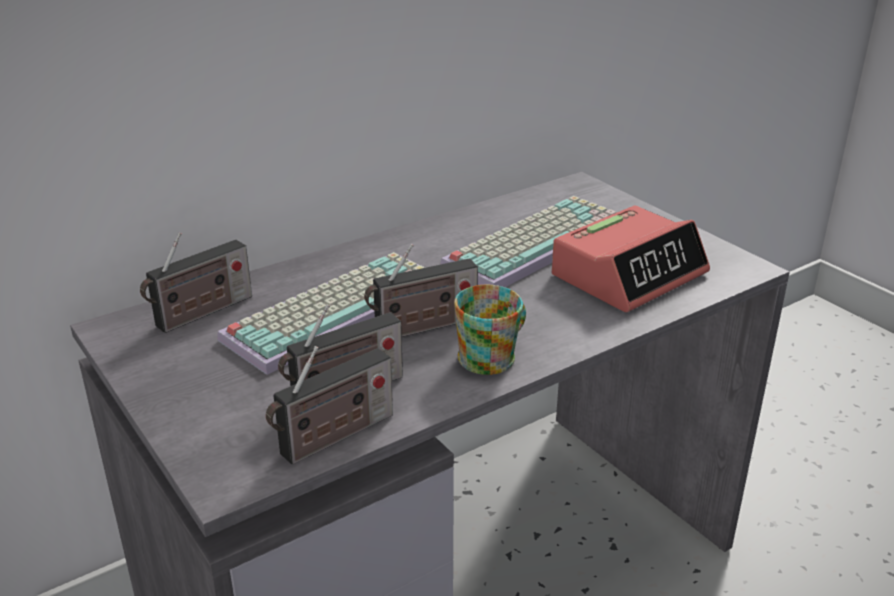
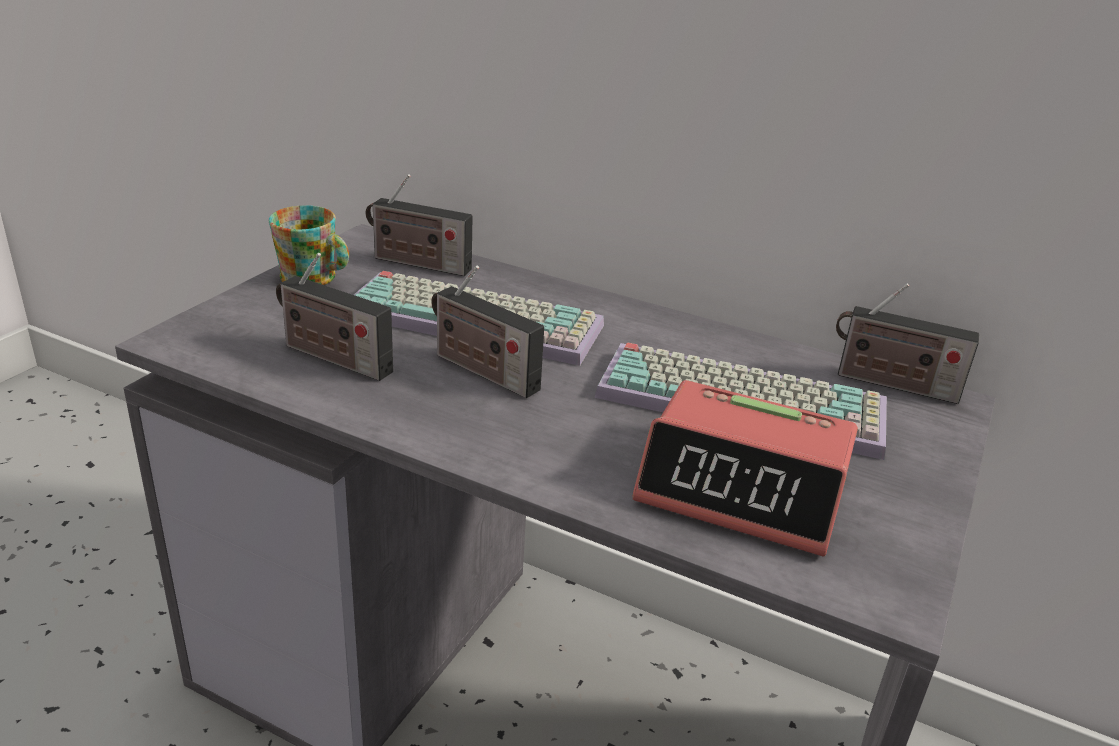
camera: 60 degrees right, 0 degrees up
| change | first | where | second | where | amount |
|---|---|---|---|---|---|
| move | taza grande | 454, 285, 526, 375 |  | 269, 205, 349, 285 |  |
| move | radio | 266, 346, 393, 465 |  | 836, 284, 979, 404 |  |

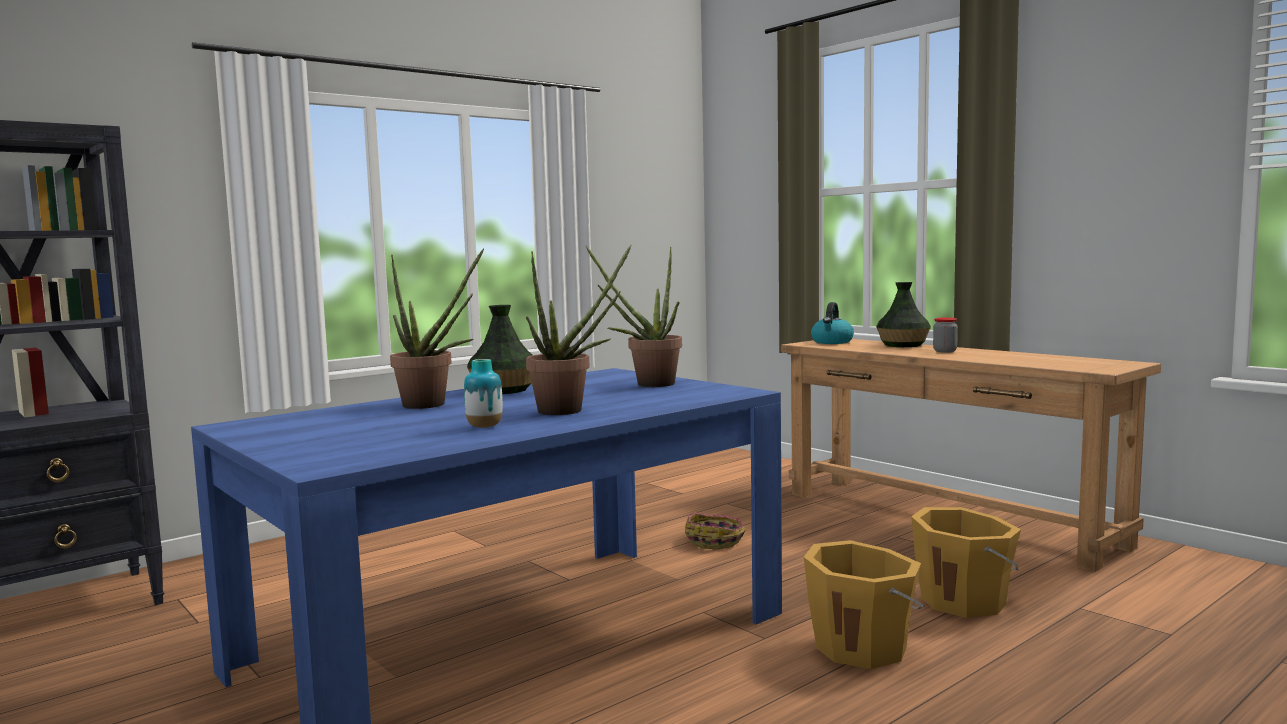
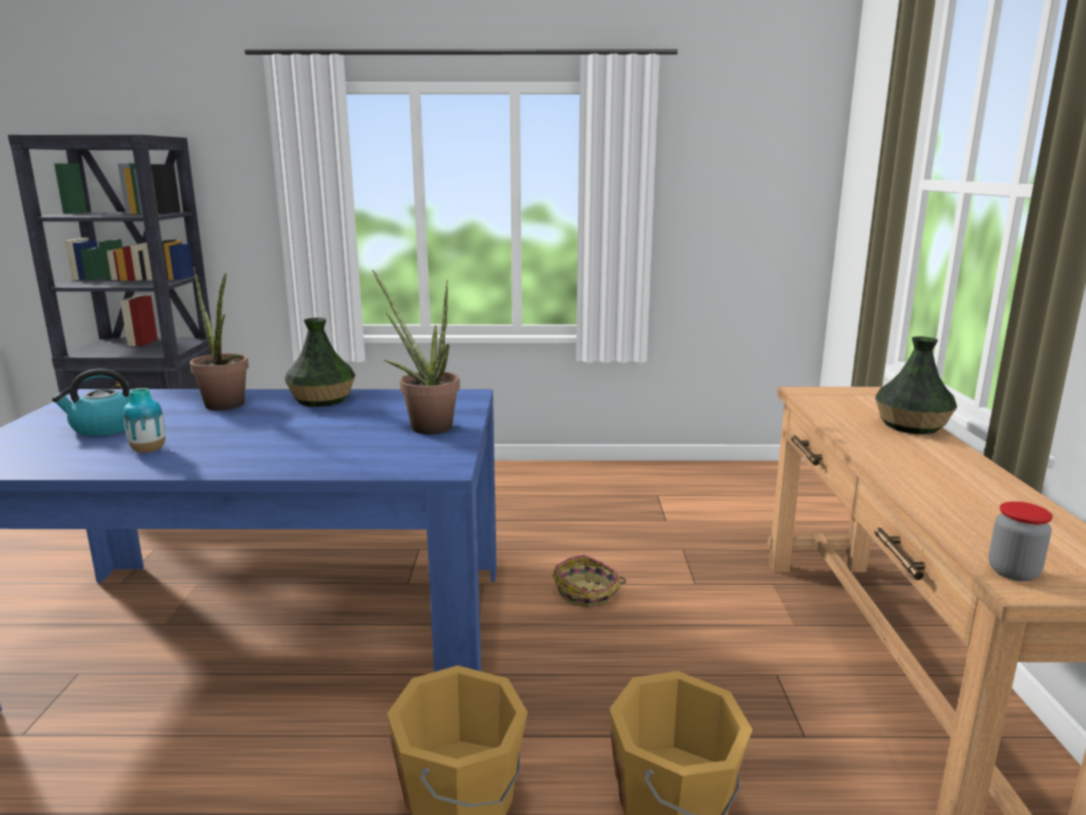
camera: 40 degrees right, 10 degrees up
| change | first | where | second | where | amount |
|---|---|---|---|---|---|
| move | hervidor | 811, 302, 854, 344 |  | 52, 368, 130, 436 |  |
| move | tarro | 933, 317, 958, 353 |  | 988, 501, 1053, 581 |  |
| delete | planta en maceta | 526, 245, 631, 415 |  |  |  |

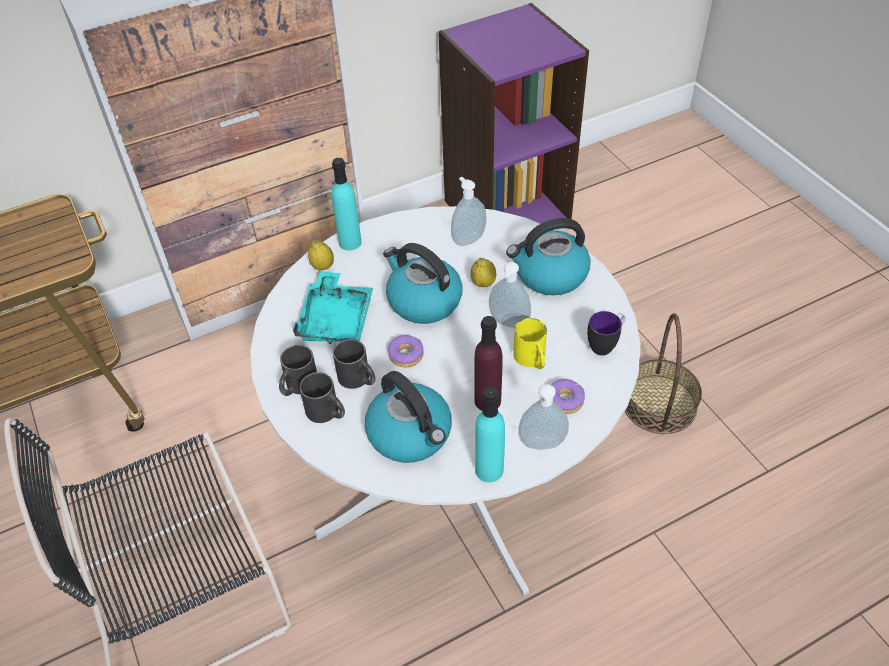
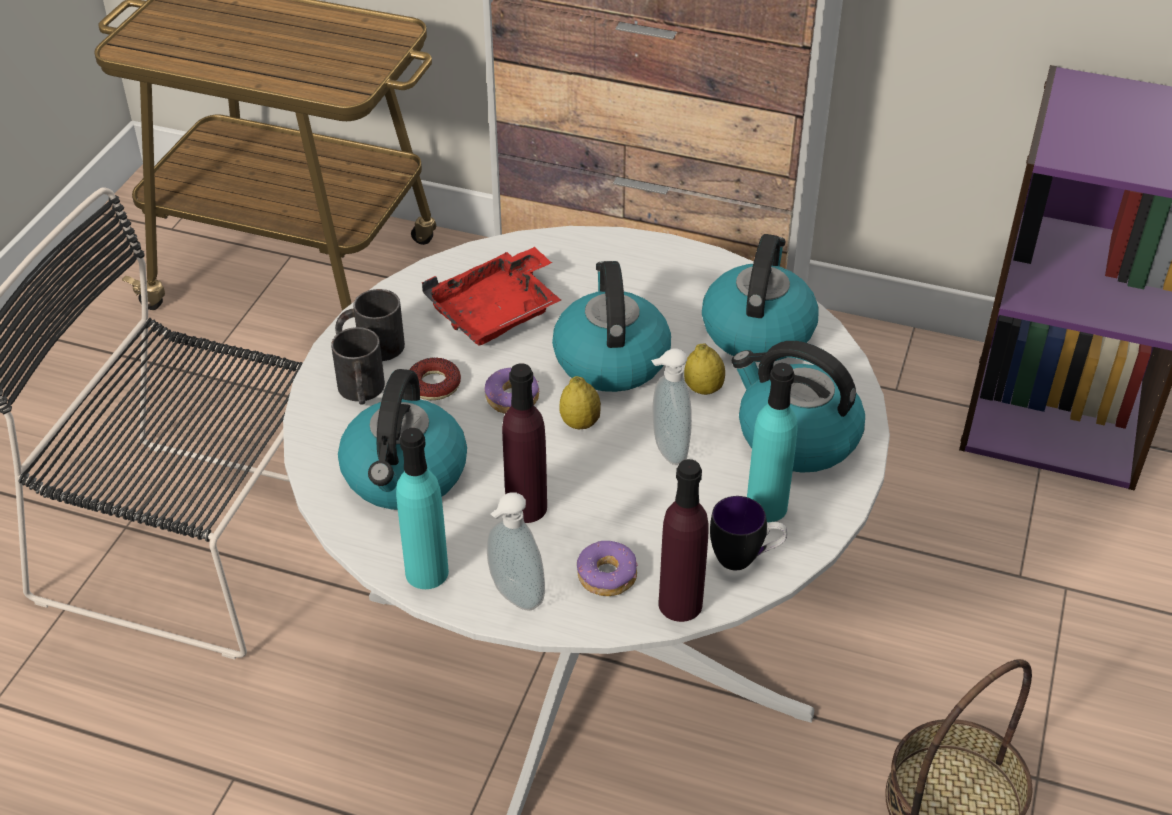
camera: 45 degrees right, 5 degrees down
| change | first | where | second | where | amount |
|---|---|---|---|---|---|
| replace | taza grande [negro] | 333, 339, 375, 389 | rosquilla | 410, 358, 461, 400 |  |
| recolor | bandeja [turquesa] | 293, 271, 373, 344 | bandeja [rojo] | 422, 247, 561, 346 |  |
| move | limón | 308, 240, 334, 270 |  | 559, 376, 601, 429 |  |
| insert |  |  | botella [morado] | 658, 459, 709, 622 |  |
| replace | dispensador de jabón | 451, 177, 486, 246 | hervidor | 702, 234, 819, 362 |  |
| move | botella [turquesa] | 332, 158, 361, 250 |  | 747, 363, 798, 522 |  |
| delete | taza grande [amarillo] | 513, 318, 547, 369 |  |  |  |

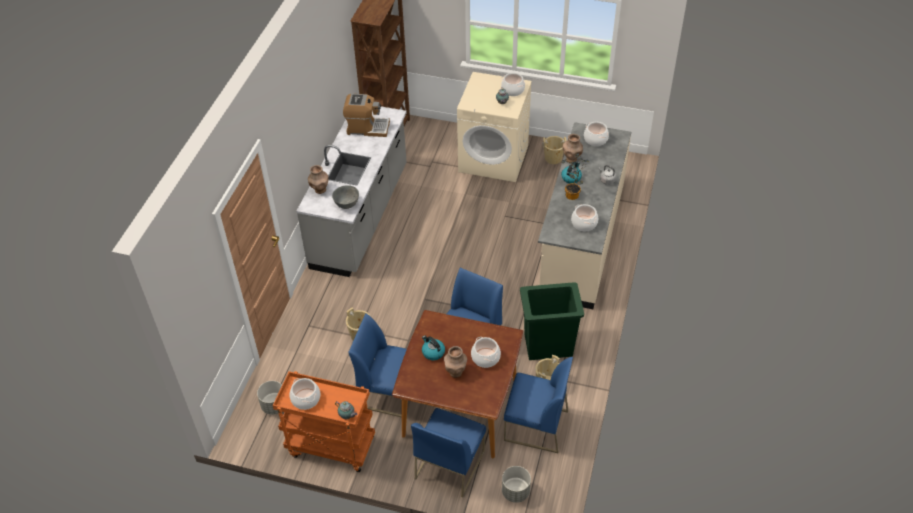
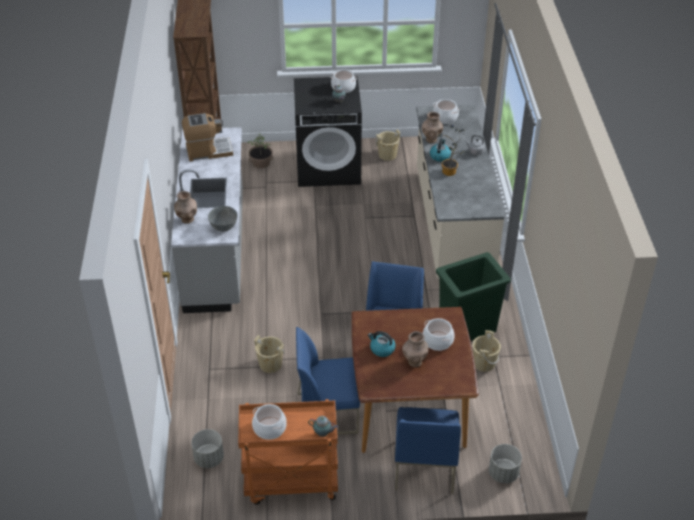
camera: 20 degrees left, 5 degrees down
| change | first | where | second | where | amount |
|---|---|---|---|---|---|
| insert |  |  | planta en maceta | 247, 134, 273, 168 |  |
| recolor | lavadora [beis] | 457, 72, 532, 182 | lavadora [negro] | 294, 76, 362, 187 |  |
| delete | silla [azul] | 504, 357, 573, 453 |  |  |  |
| delete | olla | 571, 204, 598, 231 |  |  |  |

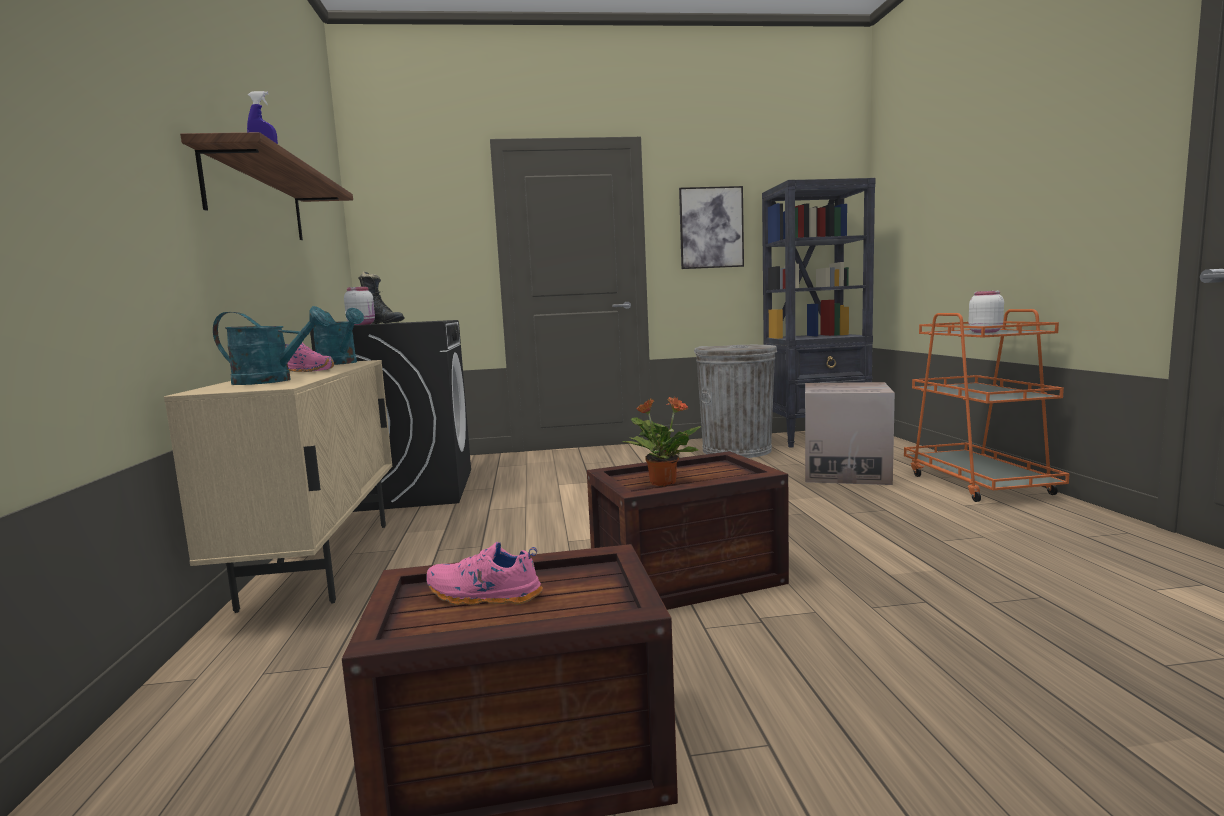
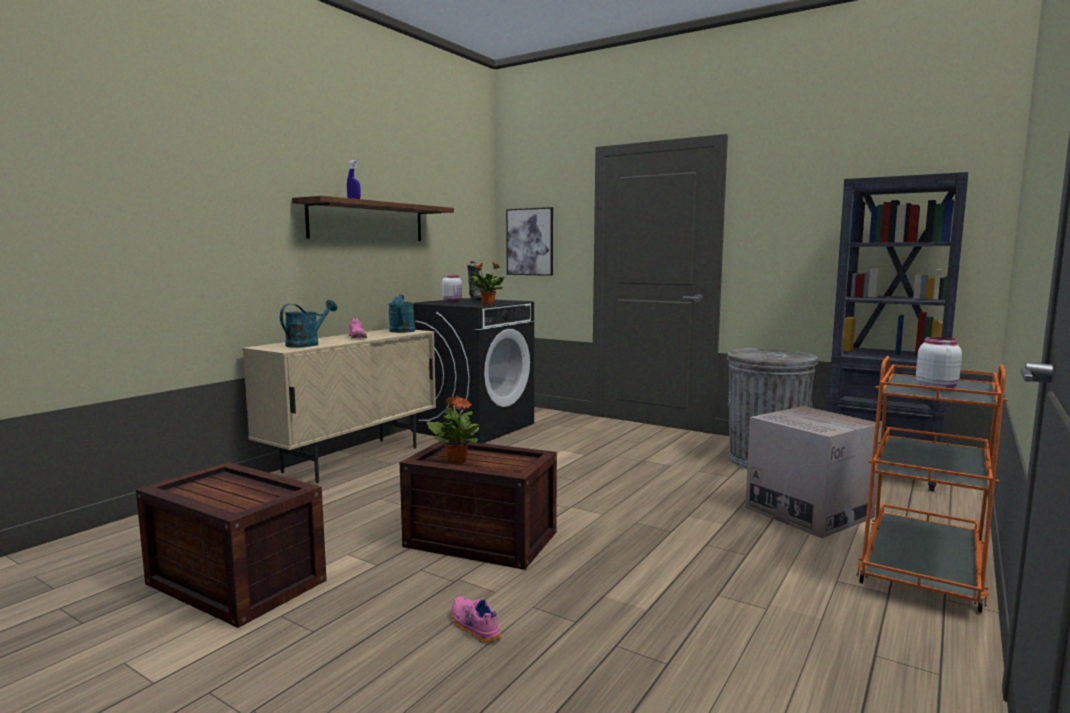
camera: 40 degrees right, 0 degrees up
| change | first | where | second | where | amount |
|---|---|---|---|---|---|
| rotate | regadera [turquesa] | 213, 306, 330, 385 |  | 280, 300, 337, 347 | 105 degrees counterclockwise |
| move | zapato [rosa] | 427, 542, 543, 605 |  | 451, 596, 501, 643 |  |
| insert |  |  | planta en maceta | 471, 262, 505, 305 |  |
| move | cuadro | 679, 186, 744, 269 |  | 506, 207, 553, 276 |  |

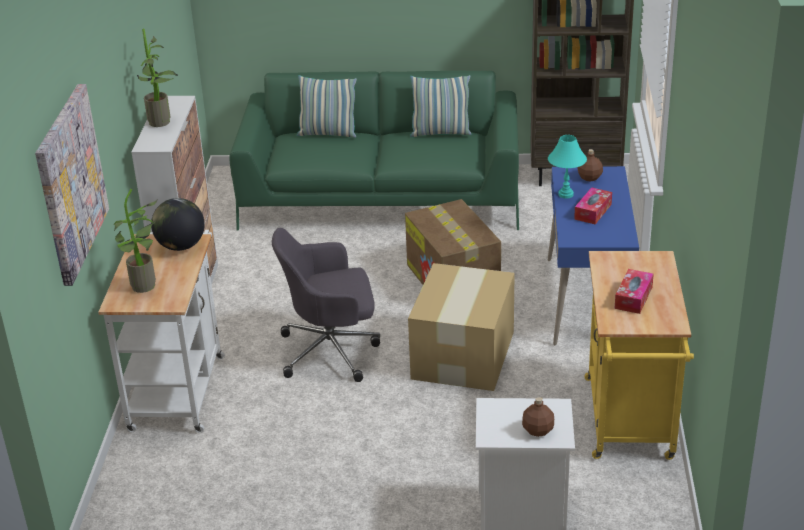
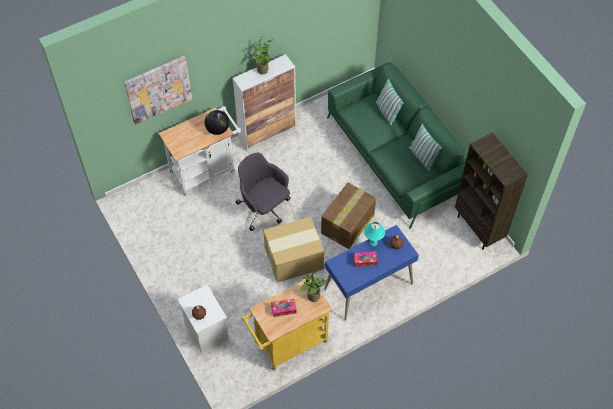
camera: 55 degrees right, 25 degrees up
| change | first | where | second | where | amount |
|---|---|---|---|---|---|
| move | planta en maceta | 113, 189, 158, 293 |  | 300, 271, 329, 302 |  |

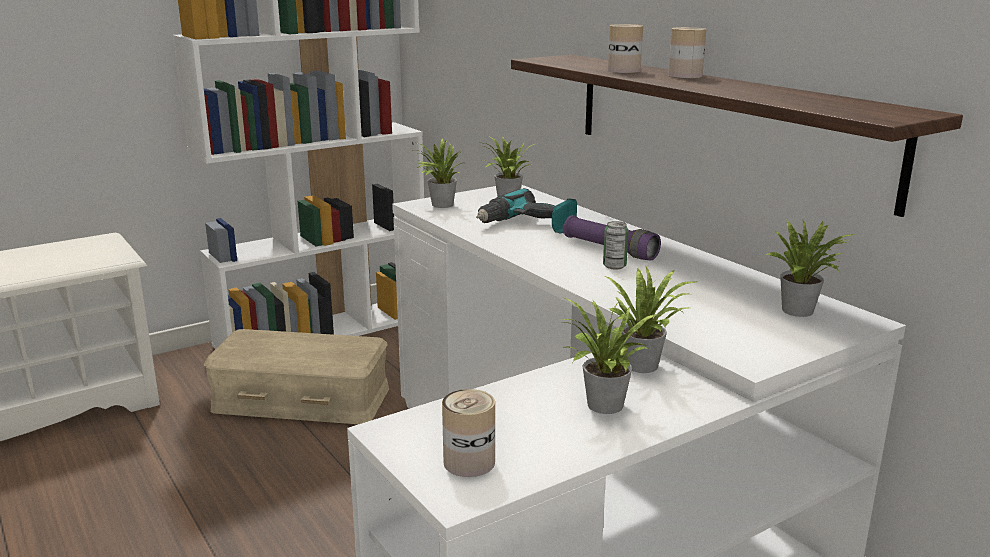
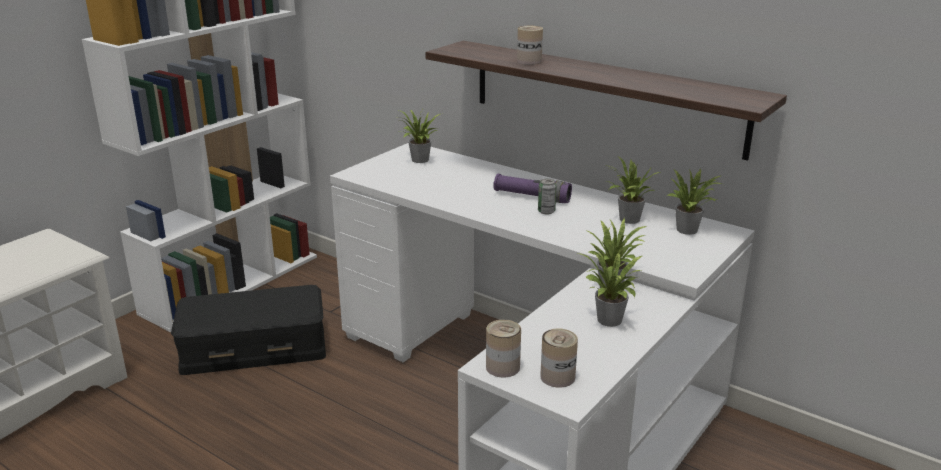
camera: 20 degrees left, 5 degrees up
| change | first | where | second | where | amount |
|---|---|---|---|---|---|
| recolor | caja de almacenaje [beis] | 204, 329, 389, 424 | caja de almacenaje [negro] | 171, 285, 326, 375 |  |
| move | lata | 668, 27, 707, 78 |  | 486, 320, 521, 378 |  |
| move | planta en maceta | 414, 139, 464, 208 |  | 604, 157, 660, 224 |  |
| delete | taladro | 476, 188, 577, 234 |  |  |  |

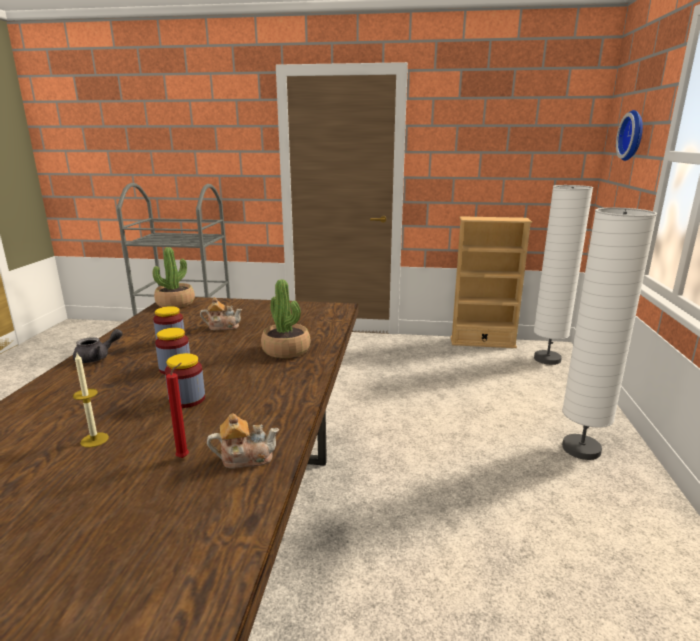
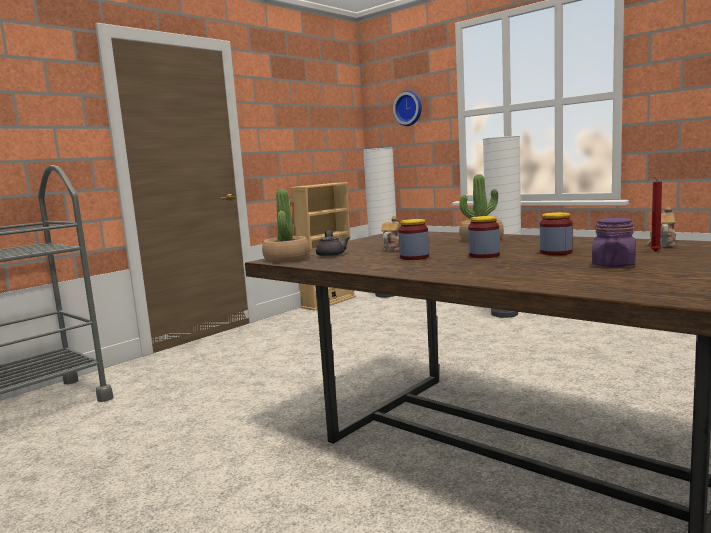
camera: 55 degrees left, 10 degrees down
| change | first | where | second | where | amount |
|---|---|---|---|---|---|
| move | tetera [gris] | 73, 329, 123, 363 |  | 316, 230, 350, 257 |  |
| replace | vela | 73, 353, 109, 448 | tarro [morado] | 592, 218, 636, 267 |  |

